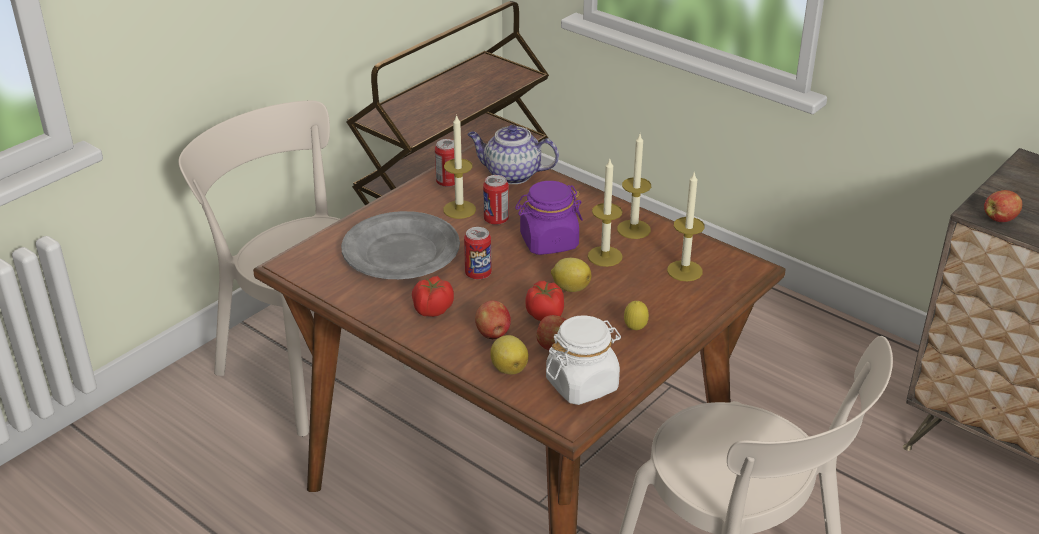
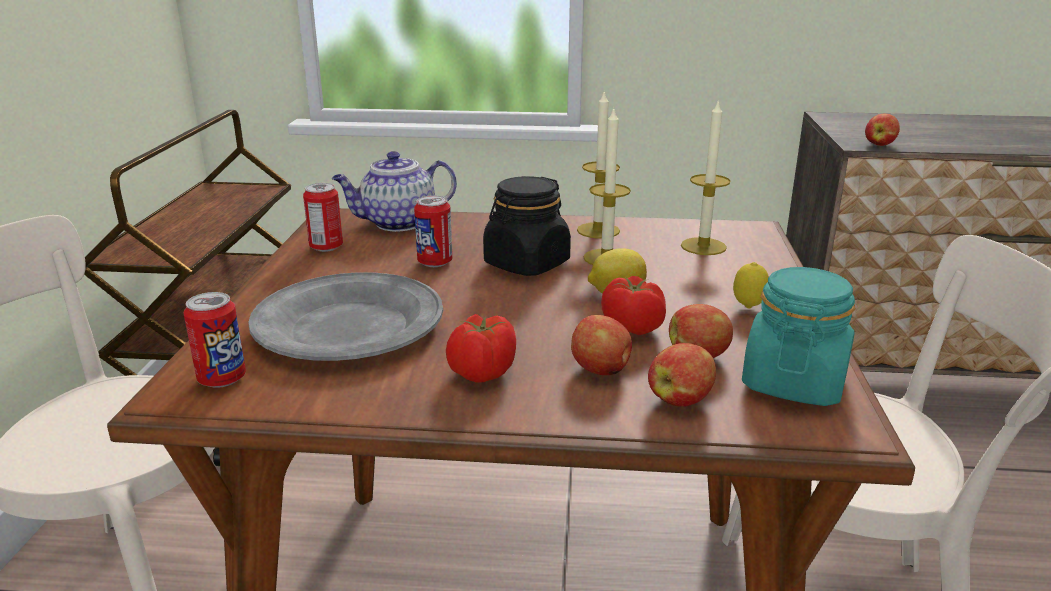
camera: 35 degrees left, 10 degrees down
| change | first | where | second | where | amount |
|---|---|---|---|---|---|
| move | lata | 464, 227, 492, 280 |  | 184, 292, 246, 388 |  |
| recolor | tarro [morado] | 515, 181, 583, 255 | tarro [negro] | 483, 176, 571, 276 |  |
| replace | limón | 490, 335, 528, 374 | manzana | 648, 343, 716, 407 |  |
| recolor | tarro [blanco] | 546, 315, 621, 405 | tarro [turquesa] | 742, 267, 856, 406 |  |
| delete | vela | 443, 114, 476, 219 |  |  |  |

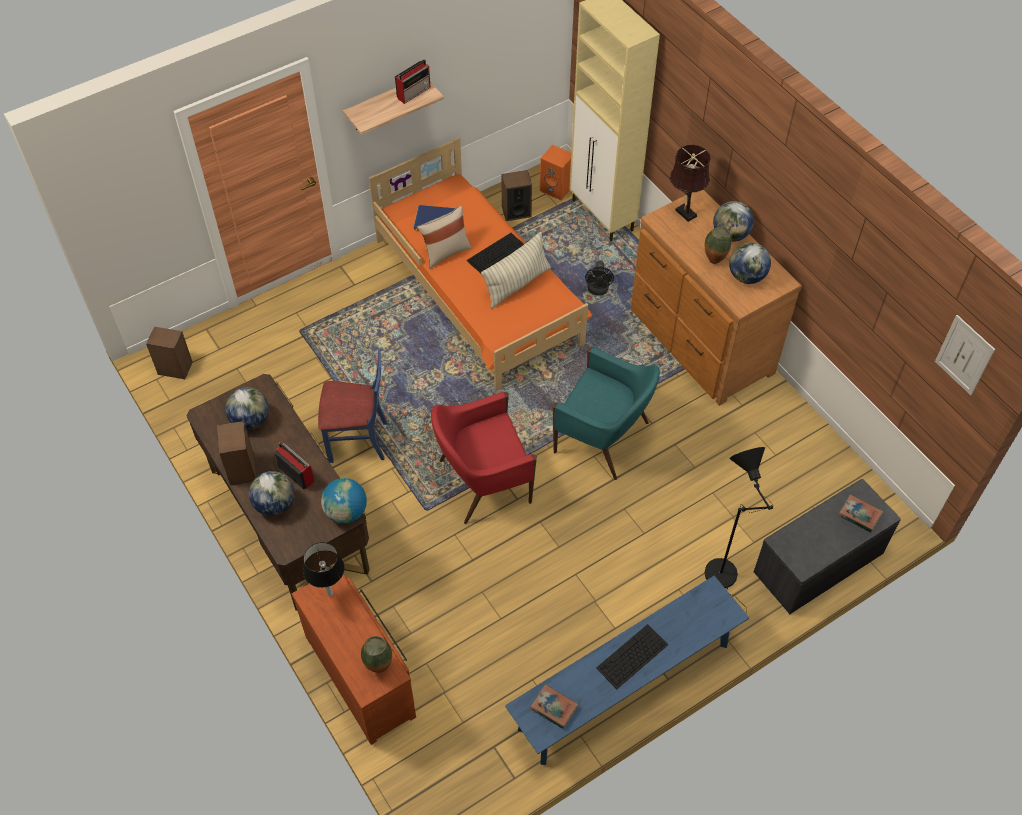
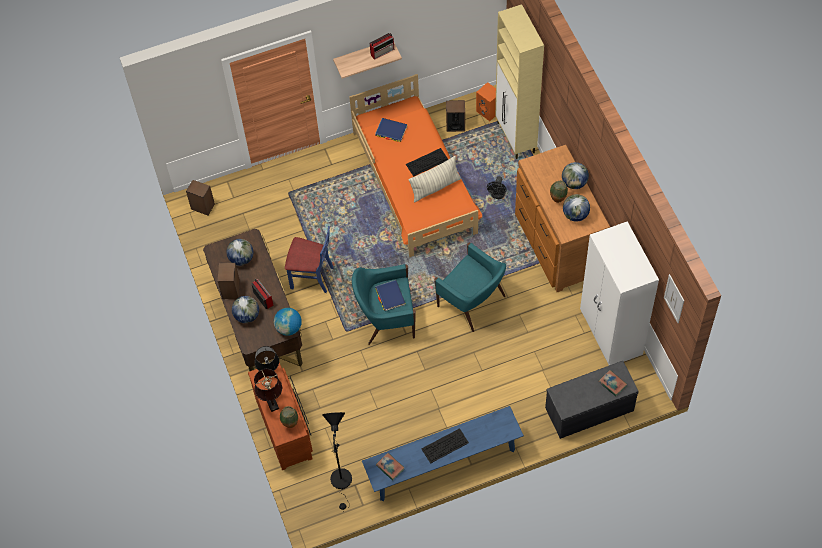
camera: 15 degrees right, 5 degrees up
| change | first | where | second | where | amount |
|---|---|---|---|---|---|
| move | lámpara de mesa [marrón] | 670, 145, 711, 222 |  | 254, 369, 282, 412 |  |
| move | lámpara de pie [negro] | 704, 447, 774, 614 |  | 322, 412, 352, 511 |  |
| recolor | sillón [rojo] | 431, 391, 537, 524 | sillón [turquesa] | 352, 264, 416, 345 |  |
| insert |  |  | libro [azul] | 375, 280, 405, 311 |  |
| insert |  |  | armario ropero [blanco] | 580, 221, 659, 365 |  |
| delete | cojín [beis] | 417, 205, 471, 269 |  |  |  |

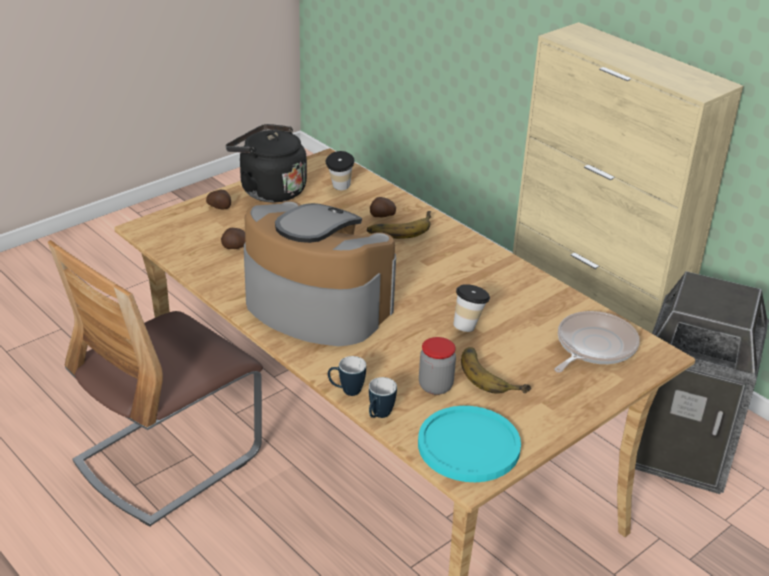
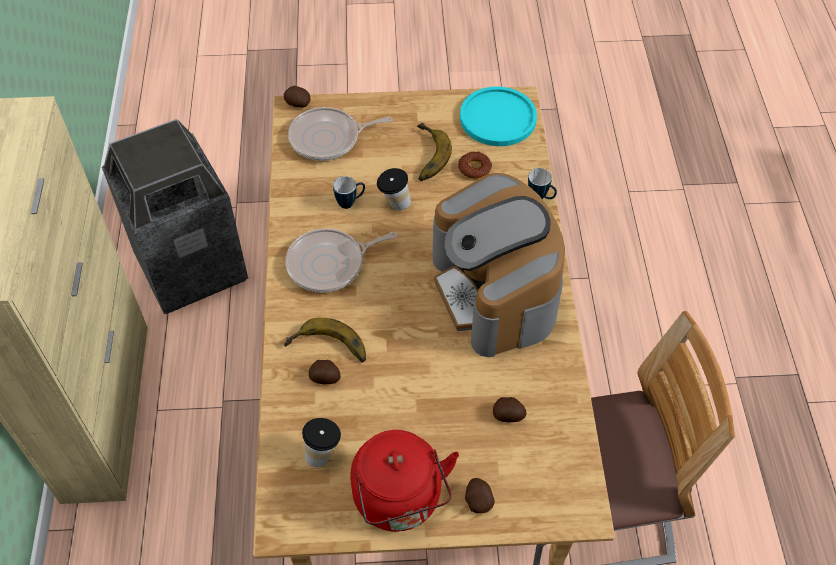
camera: 140 degrees left, 20 degrees up
| change | first | where | second | where | amount |
|---|---|---|---|---|---|
| insert |  |  | patata | 283, 86, 310, 108 |  |
| insert |  |  | sartén | 285, 228, 397, 293 |  |
| move | taza grande | 369, 377, 397, 418 |  | 333, 176, 365, 209 |  |
| recolor | hervidor [negro] | 226, 124, 307, 202 | hervidor [rojo] | 350, 430, 459, 532 |  |
| replace | tarro | 419, 337, 456, 395 | rosquilla | 458, 152, 492, 179 |  |

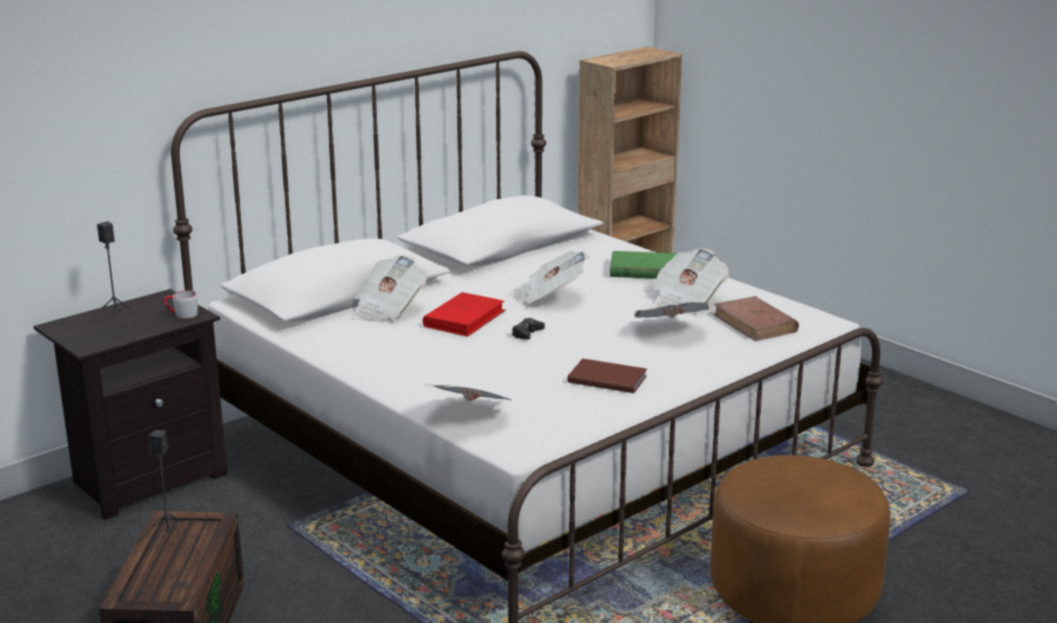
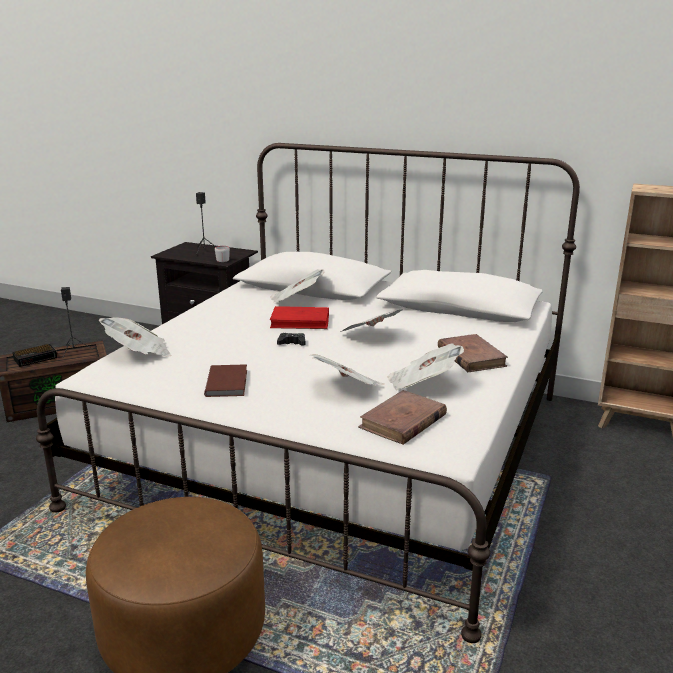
camera: 65 degrees right, 0 degrees up
| change | first | where | second | where | amount |
|---|---|---|---|---|---|
| insert |  |  | despertador | 12, 344, 58, 367 |  |
| recolor | libro [verde] | 610, 251, 678, 279 | libro [marrón] | 438, 334, 508, 372 |  |

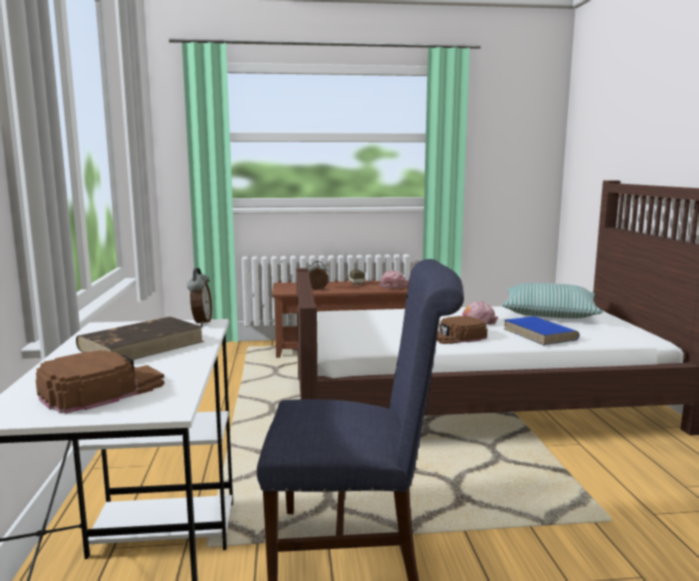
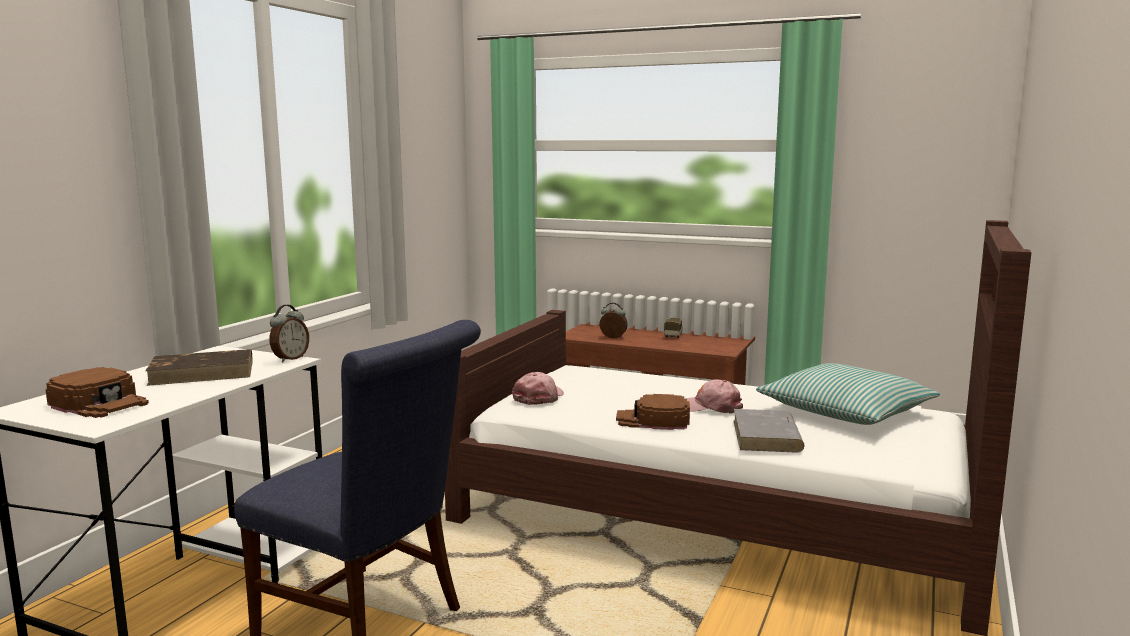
camera: 30 degrees right, 0 degrees up
| change | first | where | second | where | amount |
|---|---|---|---|---|---|
| rotate | gorra [marrón] | 35, 350, 164, 414 |  | 45, 367, 149, 418 | 45 degrees clockwise |
| move | gorra [rosa] | 379, 270, 407, 289 |  | 512, 372, 564, 405 |  |
| recolor | libro [azul] | 504, 316, 579, 345 | libro [gris] | 733, 409, 804, 453 |  |

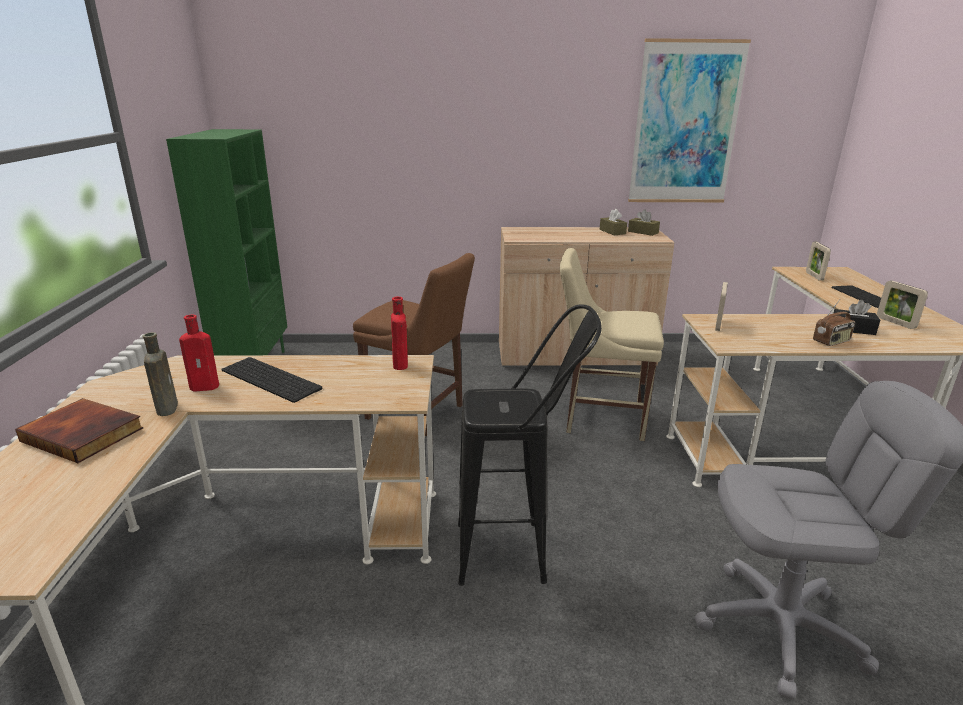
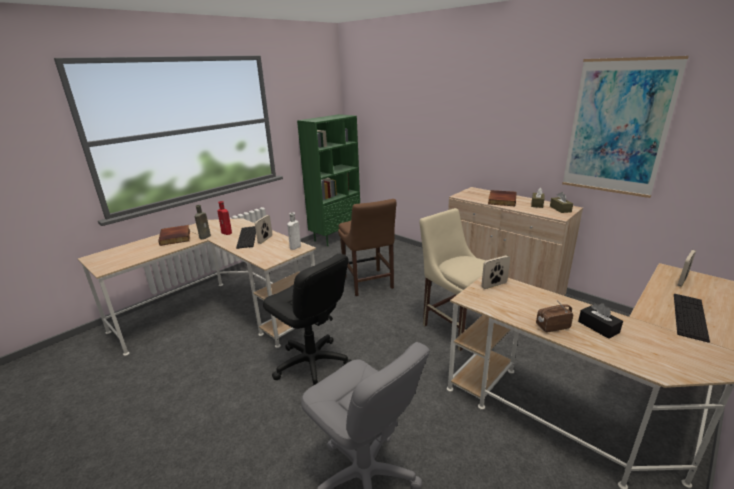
camera: 45 degrees right, 0 degrees up
| change | first | where | second | where | amount |
|---|---|---|---|---|---|
| move | portarretratos | 877, 281, 928, 329 |  | 255, 215, 272, 244 |  |
| replace | taburete [negro] | 458, 304, 602, 586 | silla de oficina [negro] | 263, 253, 352, 386 |  |
| recolor | botella [rojo] | 391, 297, 408, 370 | botella [blanco] | 287, 212, 301, 250 |  |
| insert |  |  | libro | 488, 190, 517, 206 |  |
| rotate | radio | 813, 300, 855, 346 |  | 536, 300, 573, 333 | 150 degrees clockwise |

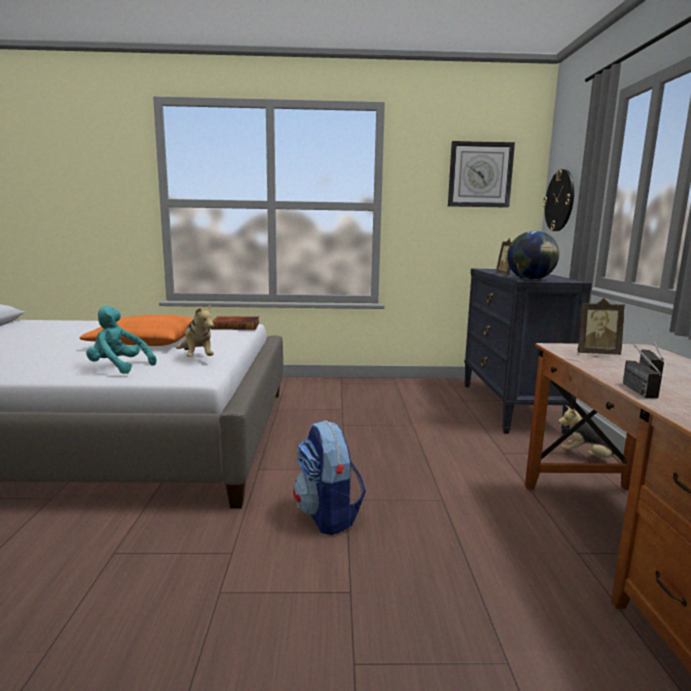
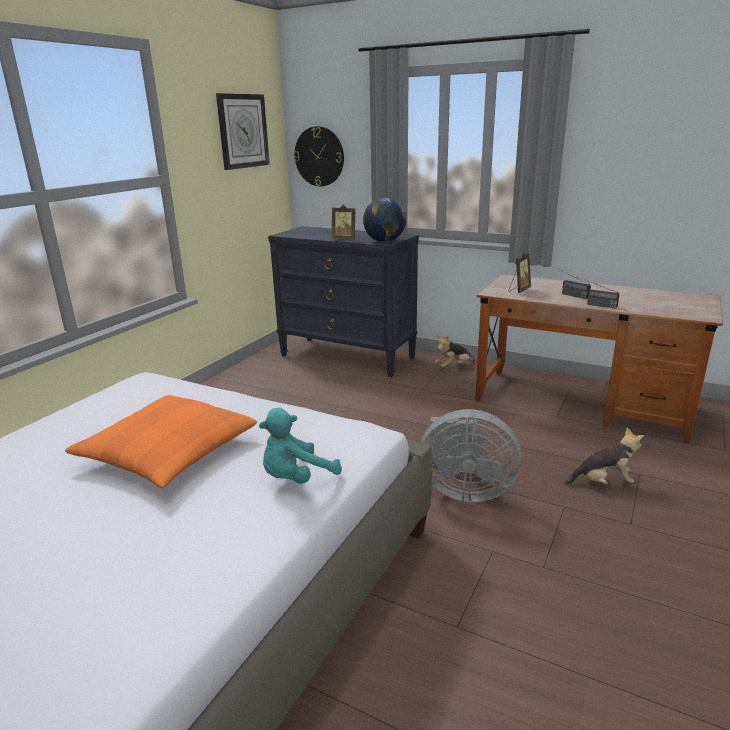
camera: 60 degrees left, 10 degrees up
| change | first | where | second | where | amount |
|---|---|---|---|---|---|
| replace | mochila | 293, 420, 366, 535 | ventilador [gris] | 421, 409, 522, 502 |  |
| move | peluche | 176, 304, 214, 357 |  | 565, 427, 644, 485 |  |
| delete | libro | 211, 316, 259, 330 |  |  |  |

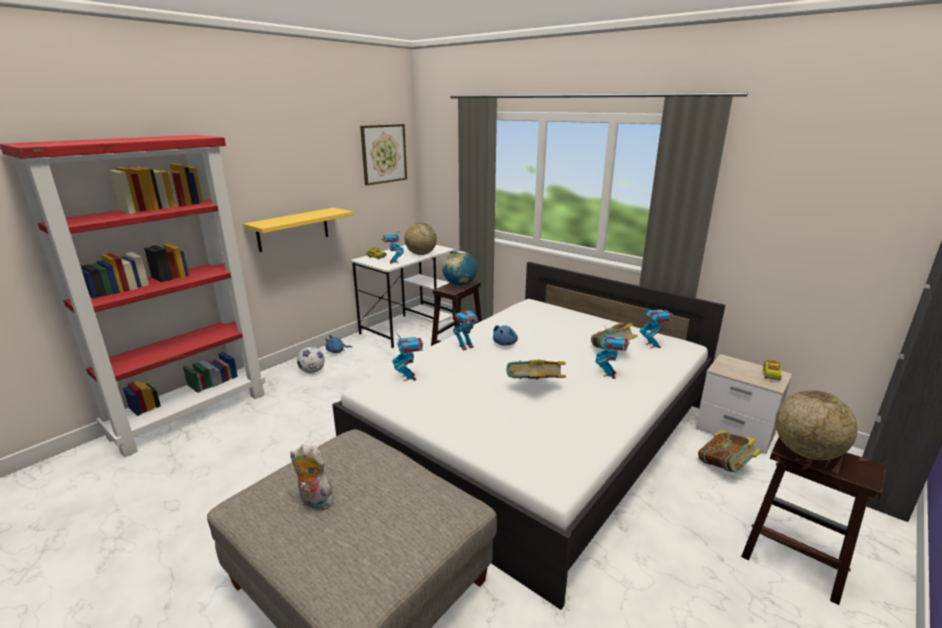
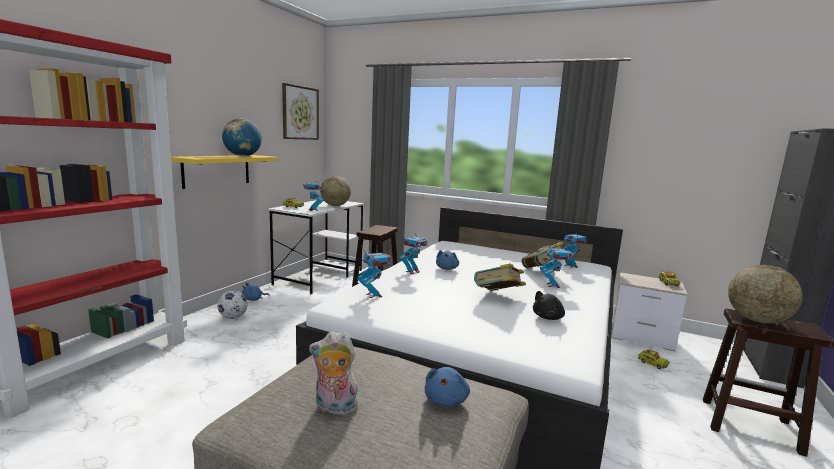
camera: 15 degrees left, 10 degrees down
| change | first | where | second | where | amount |
|---|---|---|---|---|---|
| move | globo terráqueo | 442, 251, 477, 286 |  | 222, 118, 262, 156 |  |
| insert |  |  | peluche [azul] | 425, 367, 470, 407 |  |
| insert |  |  | peluche [negro] | 533, 291, 565, 320 |  |
| replace | libro | 698, 430, 762, 473 | camión de juguete | 638, 349, 670, 369 |  |

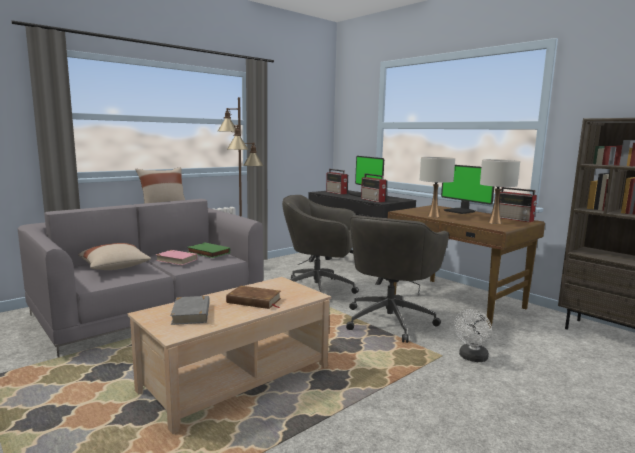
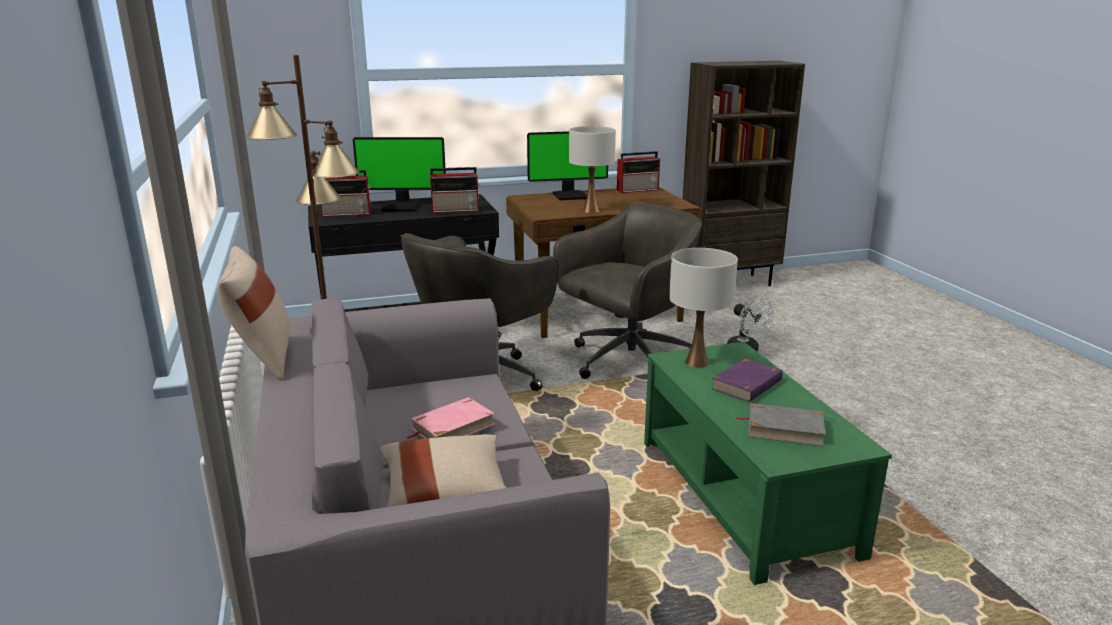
camera: 65 degrees left, 10 degrees up
| change | first | where | second | where | amount |
|---|---|---|---|---|---|
| rotate | silla de oficina [gris] | 346, 215, 449, 343 |  | 553, 204, 702, 379 | 90 degrees counterclockwise |
| recolor | mesa de centro [beis] | 128, 277, 331, 434 | mesa de centro [verde] | 644, 342, 892, 585 |  |
| move | lámpara de mesa [blanco] | 480, 159, 520, 224 |  | 669, 248, 738, 368 |  |
| recolor | libro [marrón] | 226, 286, 281, 309 | libro [morado] | 711, 358, 783, 402 |  |
| delete | libro [verde] | 187, 242, 230, 258 |  |  |  |

